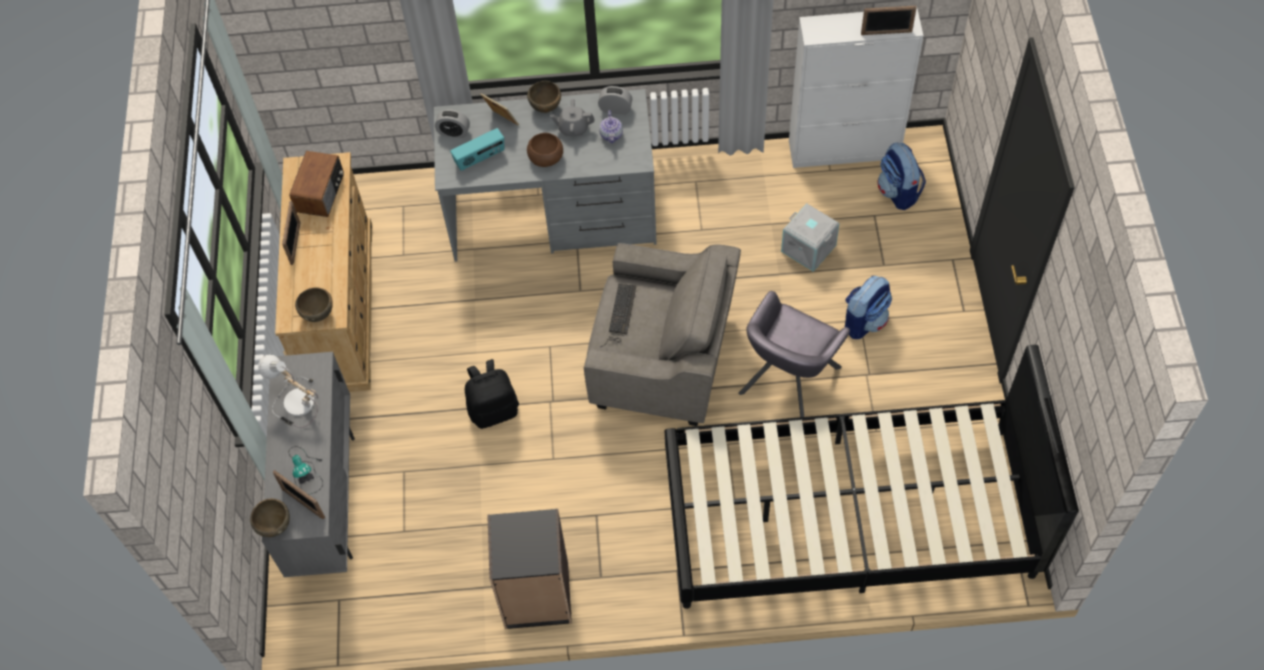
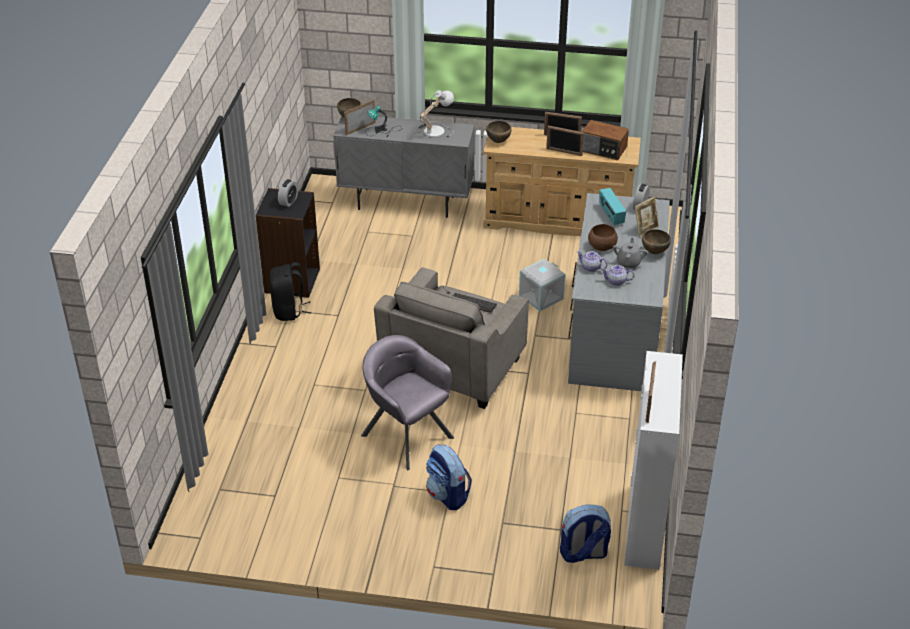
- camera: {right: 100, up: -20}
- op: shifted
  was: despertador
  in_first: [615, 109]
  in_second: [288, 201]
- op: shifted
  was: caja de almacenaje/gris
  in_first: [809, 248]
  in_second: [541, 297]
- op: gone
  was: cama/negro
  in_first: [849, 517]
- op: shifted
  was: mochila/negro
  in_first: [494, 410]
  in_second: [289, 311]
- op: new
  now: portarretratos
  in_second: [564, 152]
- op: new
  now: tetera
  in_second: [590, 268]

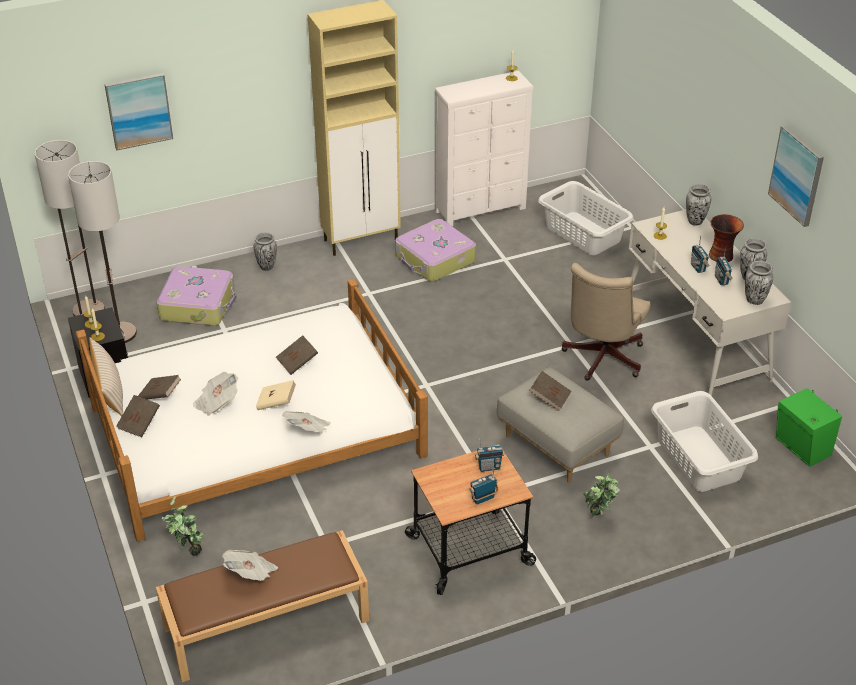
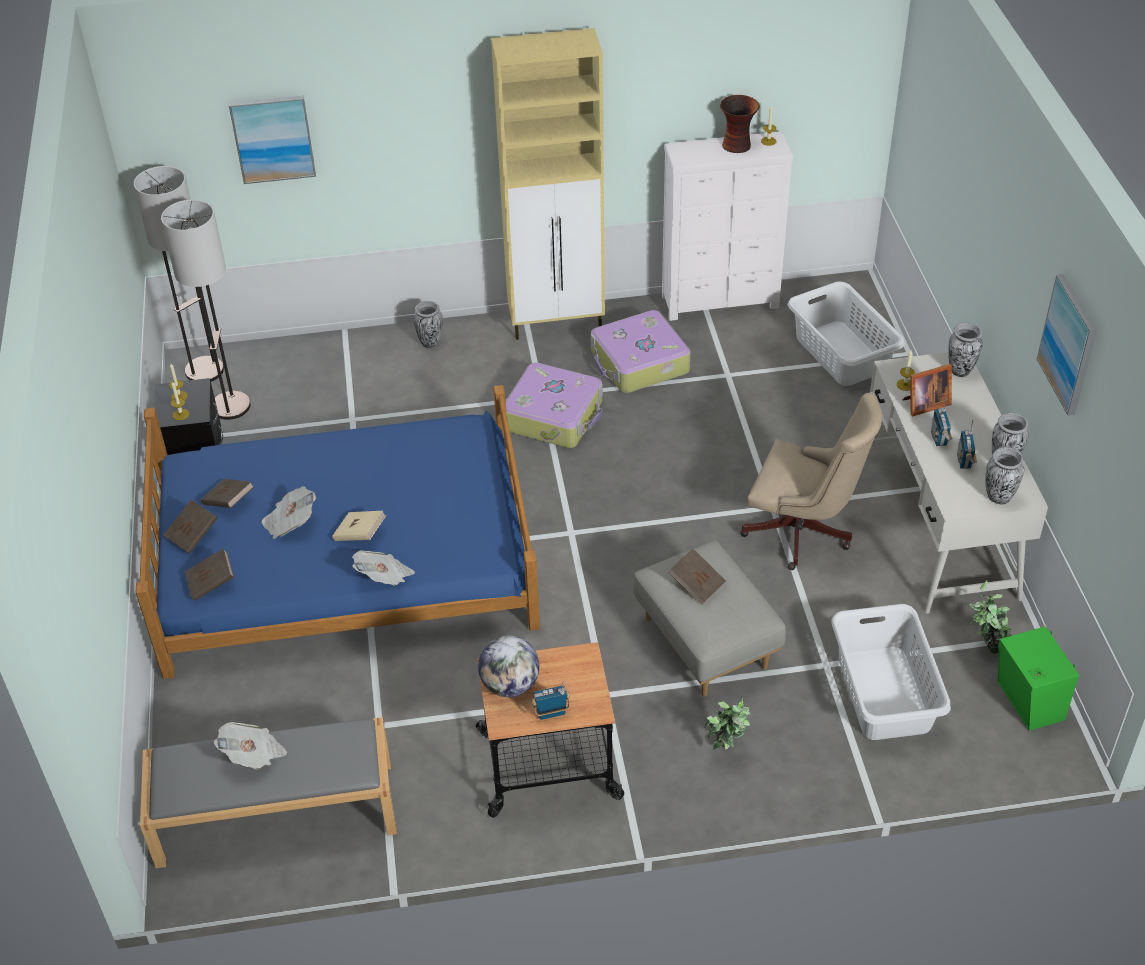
- camera: {right: 15, up: 5}
- op: shifted
  was: florero
  in_first: [721, 255]
  in_second: [737, 145]
- op: rotated
  was: silla de oficina/beis
  in_first: [601, 360]
  in_second: [803, 533]
  clockwise: -105
- op: shifted
  was: maleta
  in_first: [198, 305]
  in_second: [554, 416]
- op: repainted
  was: cama/blanco
  now: cama/azul
  in_first: [257, 430]
  in_second: [347, 559]
- op: shifted
  was: libro/marrón
  in_first: [297, 362]
  in_second: [211, 583]
- op: gone
  was: cojín/beis
  in_first: [109, 391]
- op: gone
  was: radio
  in_first: [489, 467]
- op: shifted
  was: planta en maceta
  in_first: [188, 552]
  in_second: [984, 647]
- op: repainted
  was: banco/marrón
  now: banco/gris
  in_first: [265, 624]
  in_second: [274, 814]
- op: new
  now: portarretratos
  in_second: [924, 404]
- op: new
  now: globo terráqueo
  in_second: [510, 685]

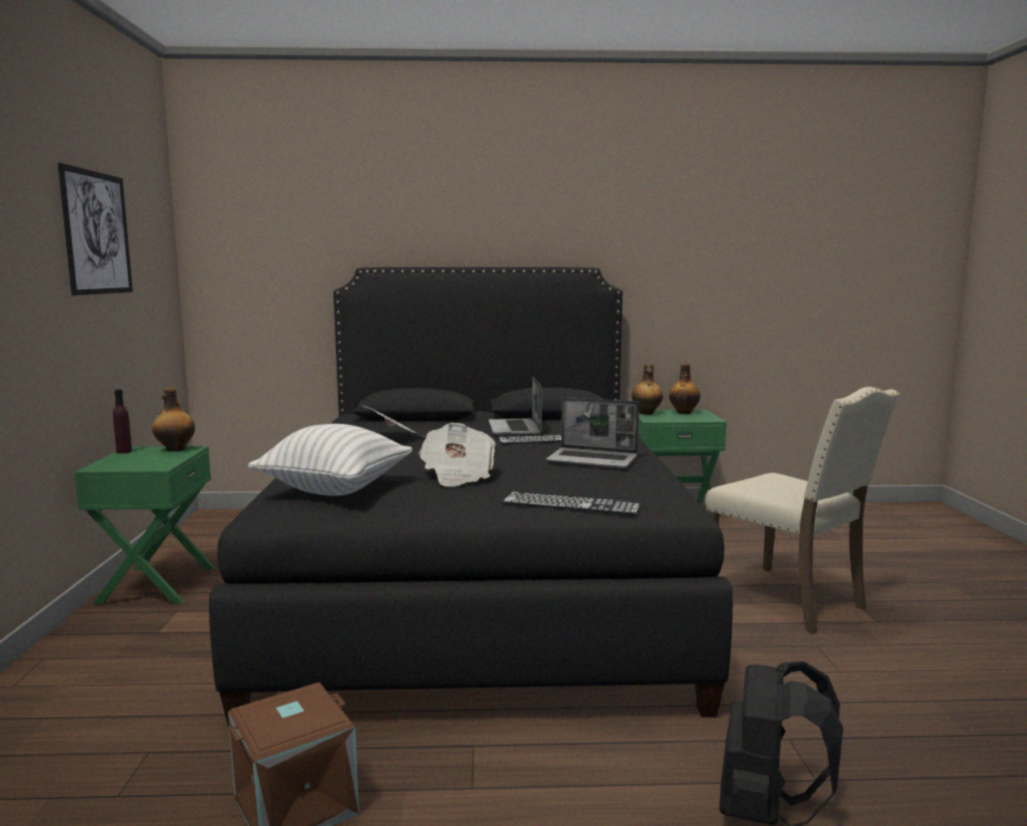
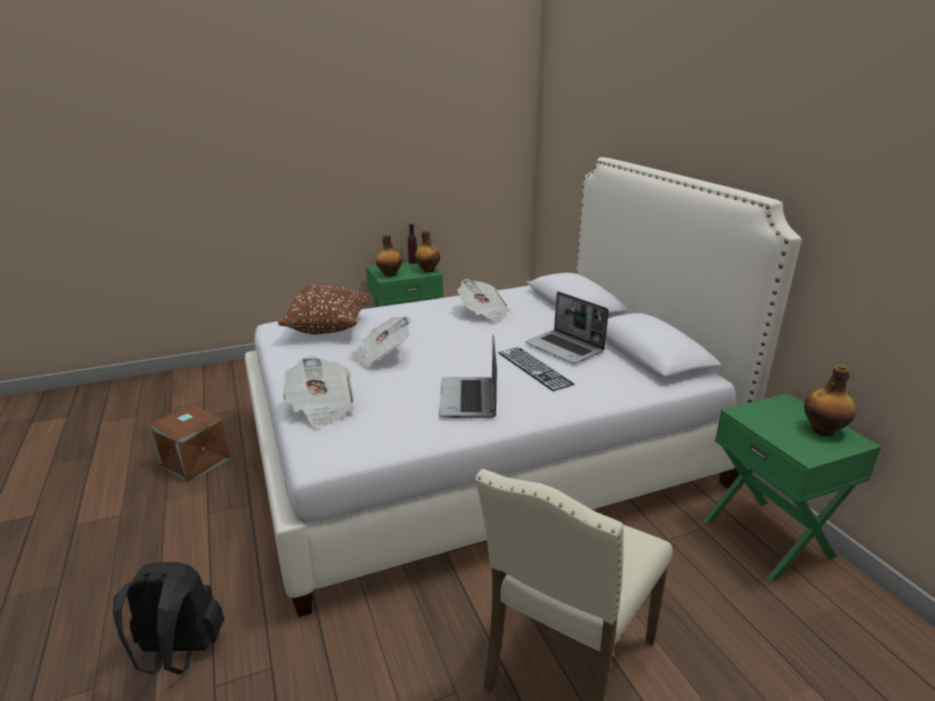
- camera: {right: 70, up: 15}
- op: gone
  was: cuadro
  in_first: [97, 233]
- op: repainted
  was: cama/negro
  now: cama/blanco
  in_first: [477, 582]
  in_second: [480, 449]
- op: shifted
  was: botella
  in_first: [646, 413]
  in_second: [389, 274]
- op: rotated
  was: portátil
  in_first: [515, 429]
  in_second: [565, 348]
  clockwise: -105
- op: repainted
  was: cojín/blanco
  now: cojín/marrón
  in_first: [335, 489]
  in_second: [328, 328]
- op: swapped
  was: teclado
  now: periódico
  in_first: [571, 504]
  in_second: [321, 408]

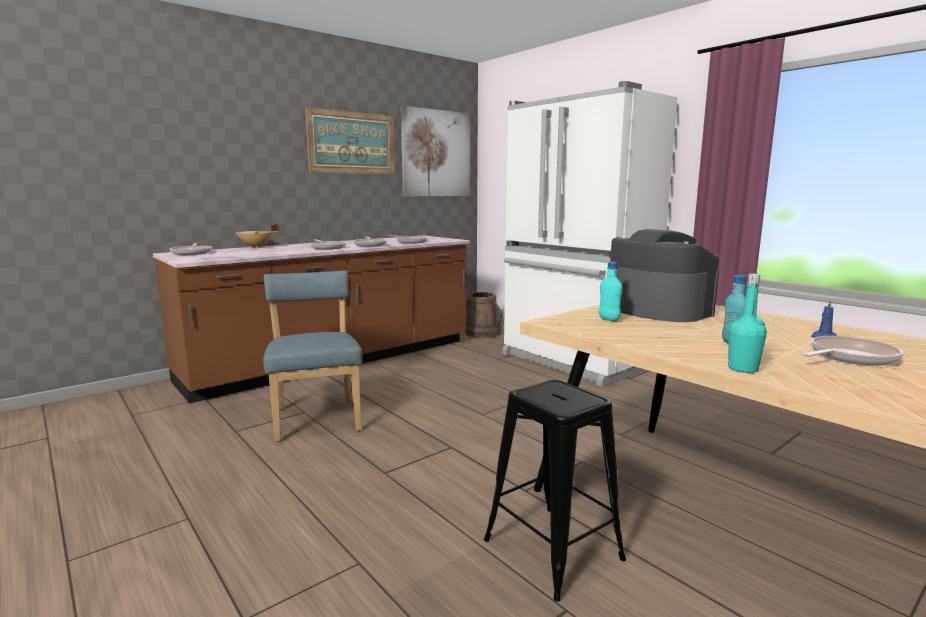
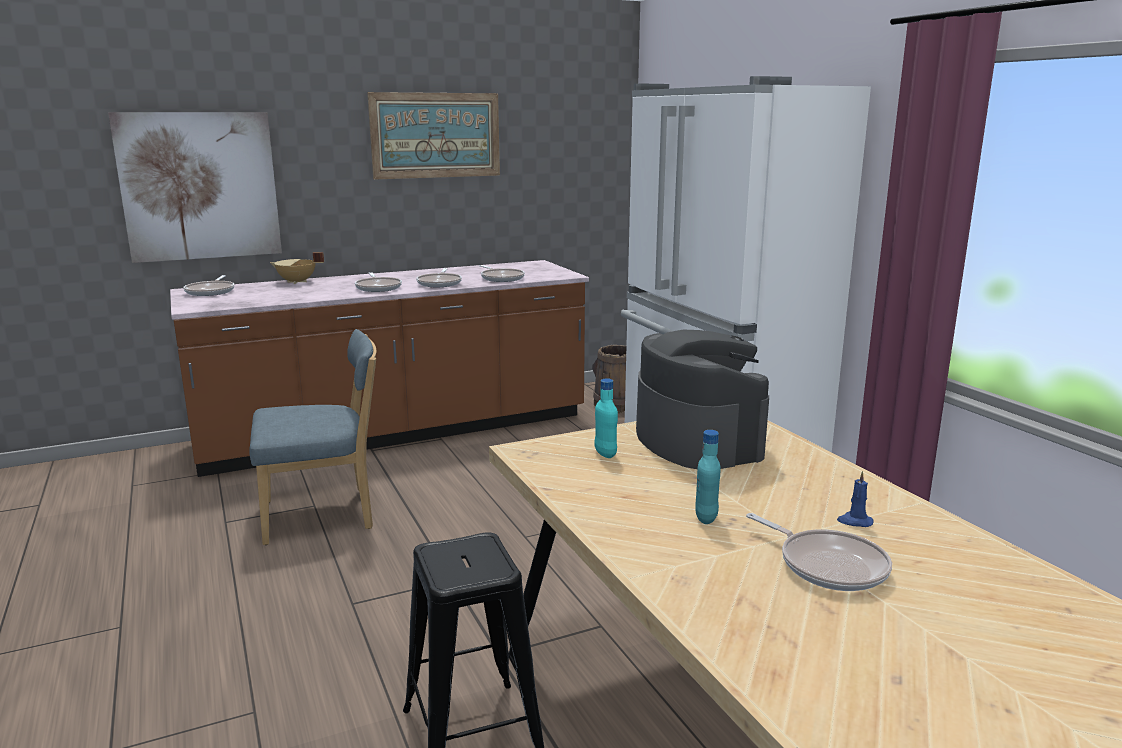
- camera: {right: 15, up: 5}
- op: shifted
  was: cuadro
  in_first: [436, 153]
  in_second: [200, 186]
- op: rotated
  was: silla/azul
  in_first: [317, 417]
  in_second: [324, 515]
  clockwise: 75
- op: gone
  was: botella/turquesa
  in_first: [742, 369]
- op: rotated
  was: sartén
  in_first: [849, 357]
  in_second: [827, 565]
  clockwise: 60

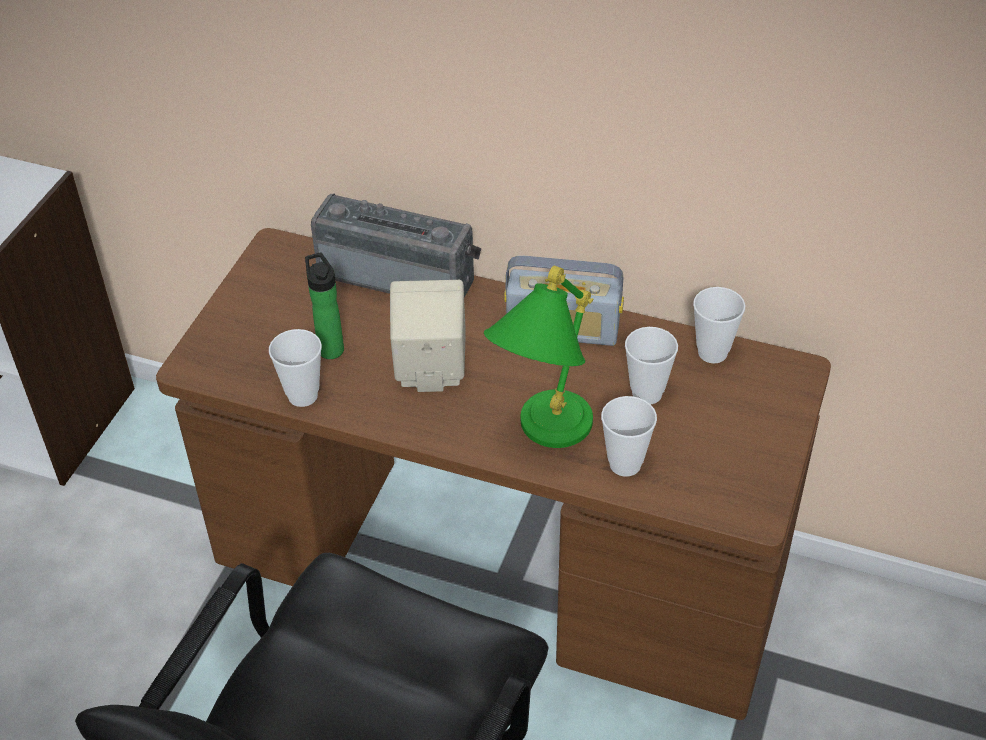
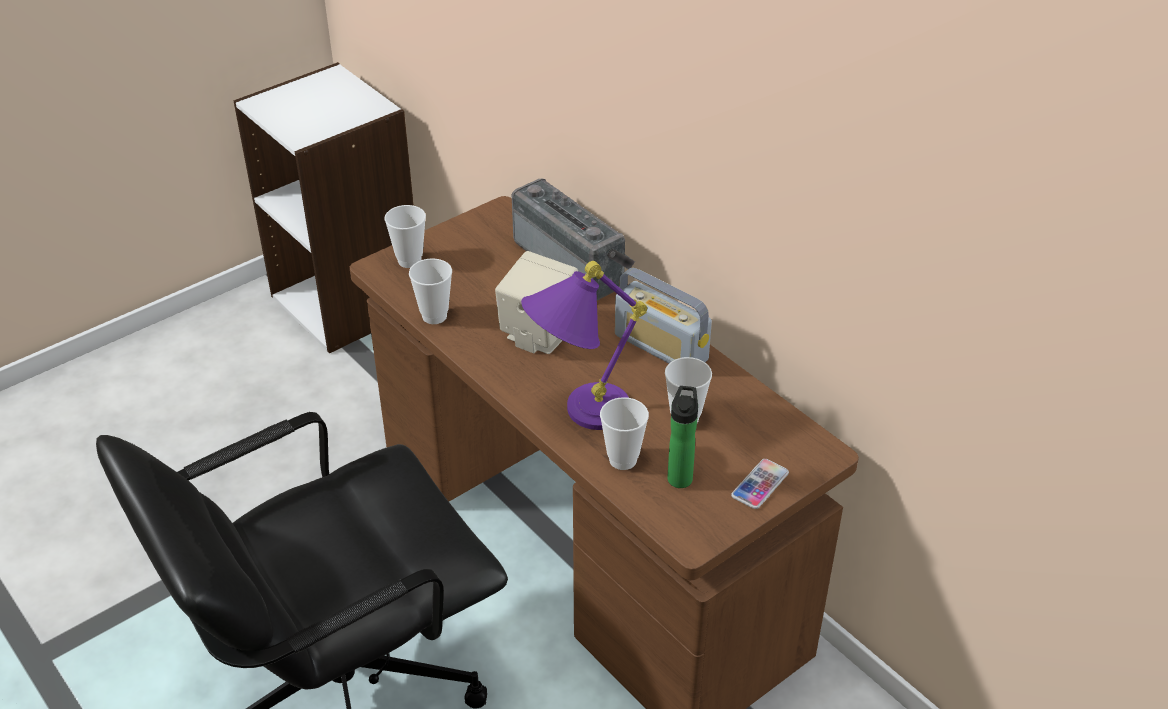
- camera: {right: 30, up: -5}
- op: shifted
  was: botella
  in_first: [329, 347]
  in_second: [680, 476]
- op: repainted
  was: lámpara de mesa/verde
  now: lámpara de mesa/morado
  in_first: [542, 438]
  in_second: [577, 415]
- op: shifted
  was: taza
  in_first: [712, 353]
  in_second: [409, 261]
- op: new
  now: móvil
  in_second: [760, 485]

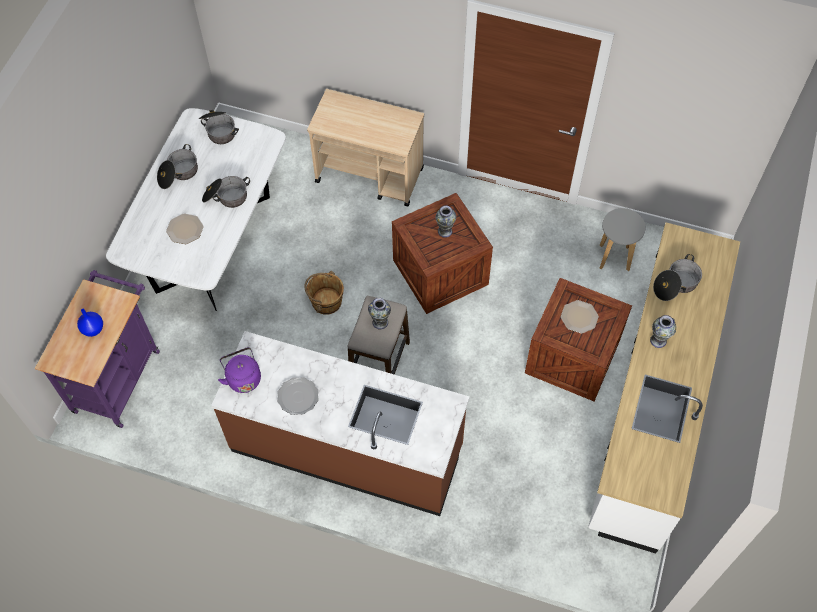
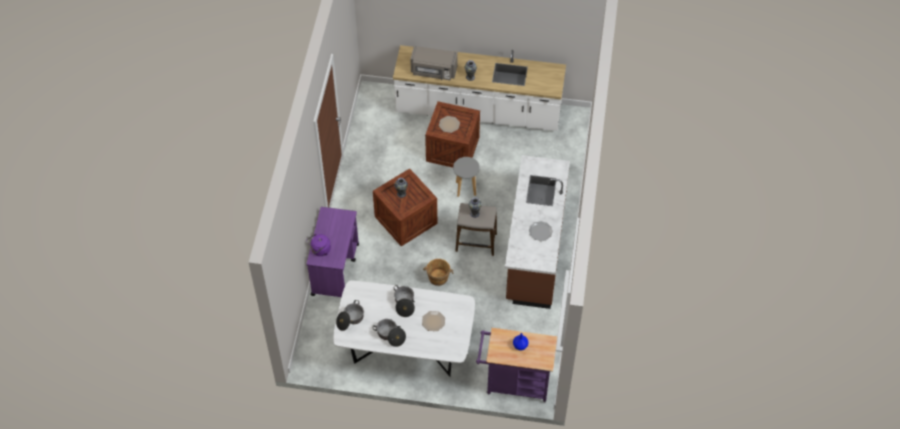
- camera: {right: -100, up: -5}
- op: repainted
  was: carrito/beis
  now: carrito/morado
  in_first: [370, 175]
  in_second: [335, 269]
- op: shifted
  was: taburete/gris
  in_first: [614, 257]
  in_second: [465, 188]
- op: swapped
  was: olla
  now: microondas/gris
  in_first: [675, 284]
  in_second: [433, 71]
- op: shifted
  was: hervidor/morado
  in_first: [243, 378]
  in_second: [320, 250]

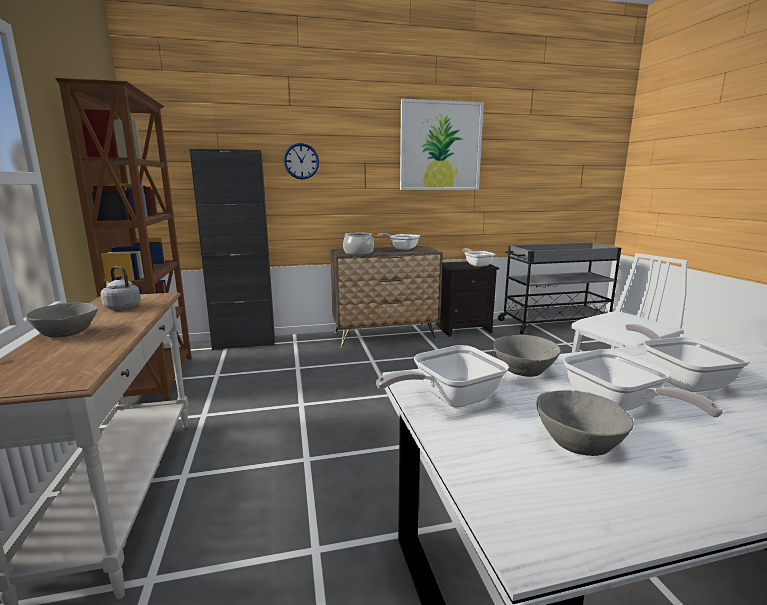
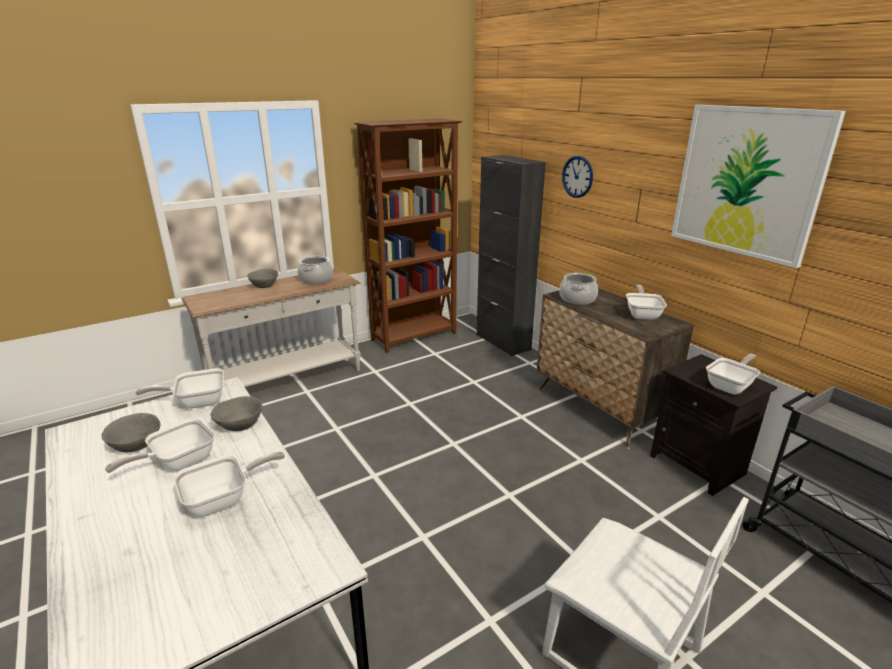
- camera: {right: 70, up: 10}
- op: swapped
  was: hervidor/gris
  now: olla
  in_first: [121, 307]
  in_second: [316, 280]
- op: rotated
  was: sartén
  in_first: [449, 398]
  in_second: [196, 402]
  clockwise: -60

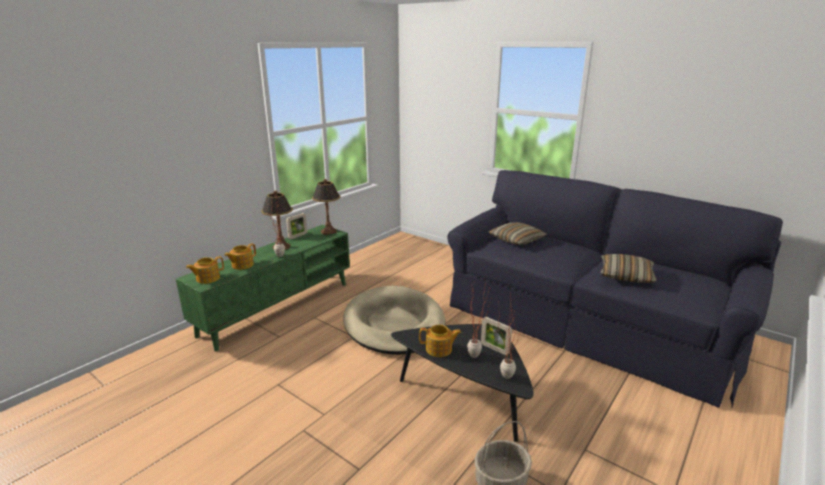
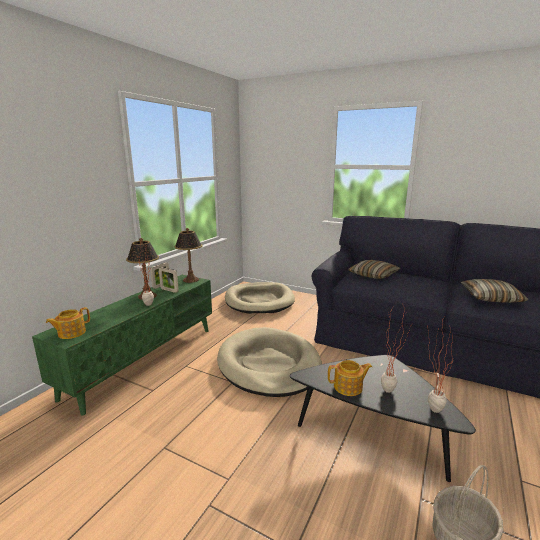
- camera: {right: -10, up: -5}
- op: gone
  was: tetera
  in_first: [242, 265]
- op: shifted
  was: portarretratos
  in_first: [494, 349]
  in_second: [169, 290]
- op: new
  now: cama para perro/beis
  in_second: [259, 301]

